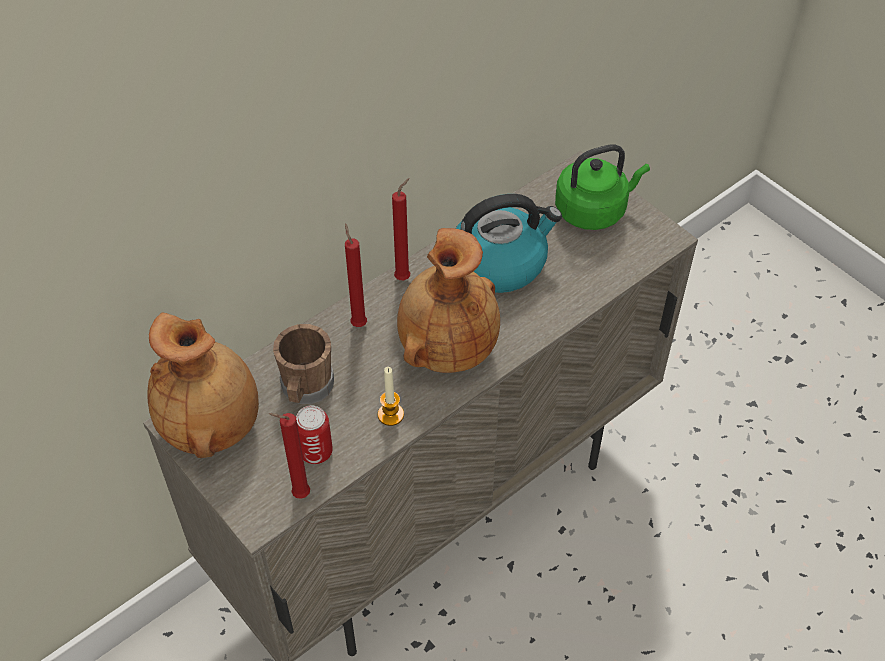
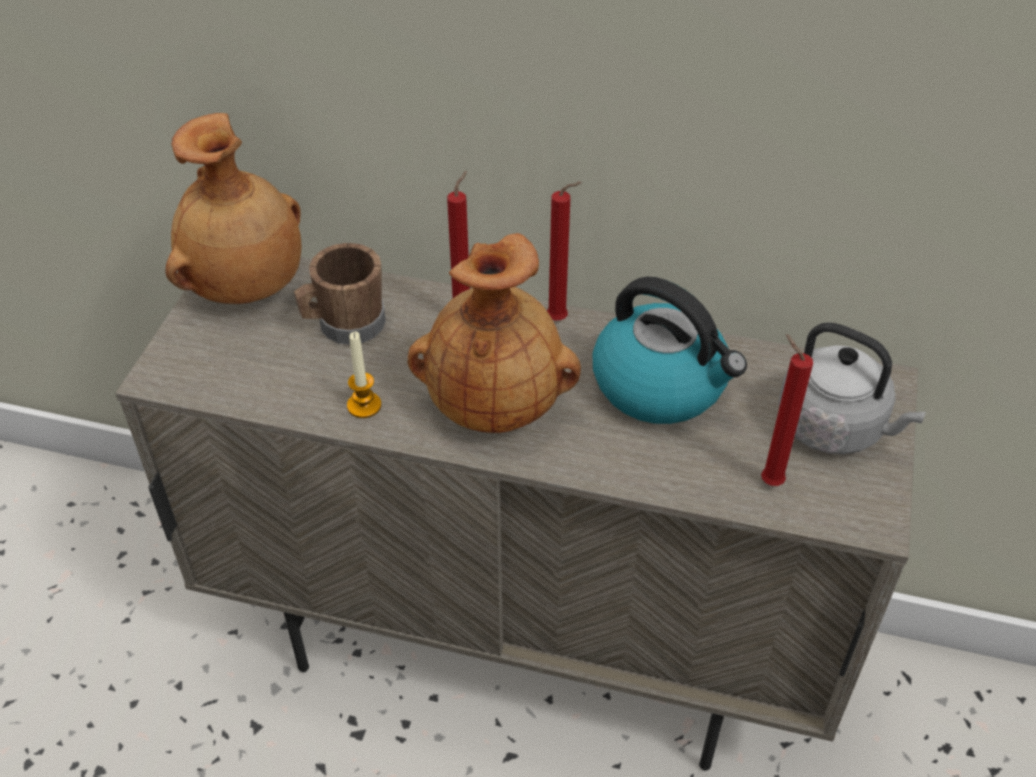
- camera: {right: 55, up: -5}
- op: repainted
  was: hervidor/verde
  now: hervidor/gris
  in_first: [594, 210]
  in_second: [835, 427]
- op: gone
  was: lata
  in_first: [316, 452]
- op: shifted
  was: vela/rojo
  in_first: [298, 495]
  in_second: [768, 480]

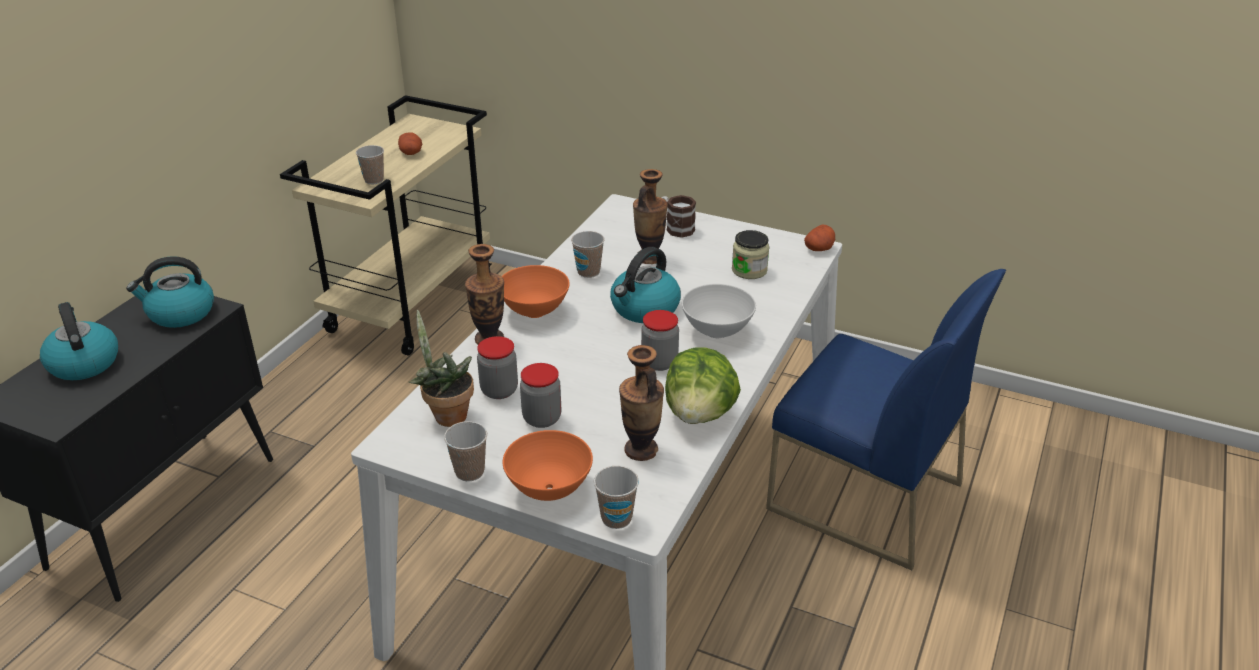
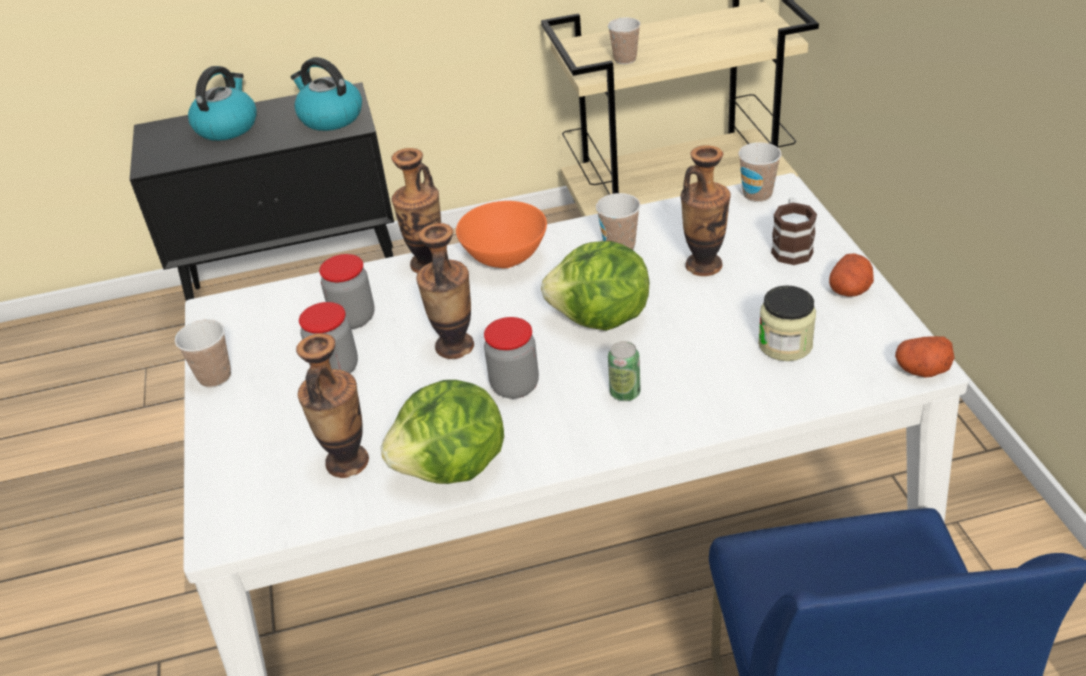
- camera: {right: 55, up: 5}
- op: shifted
  was: patata
  in_first: [411, 153]
  in_second: [850, 290]
- op: swapped
  was: hervidor
  now: lechuga
  in_first: [644, 309]
  in_second: [601, 319]
- op: swapped
  was: cuenco/blanco
  now: lata
  in_first: [718, 332]
  in_second: [625, 393]
- op: gone
  was: planta en maceta
  in_first: [446, 415]
- op: gone
  was: cuenco/naranja
  in_first: [549, 489]
- op: shifted
  was: taza
  in_first: [616, 518]
  in_second: [757, 194]
- op: new
  now: florero
  in_second: [454, 346]

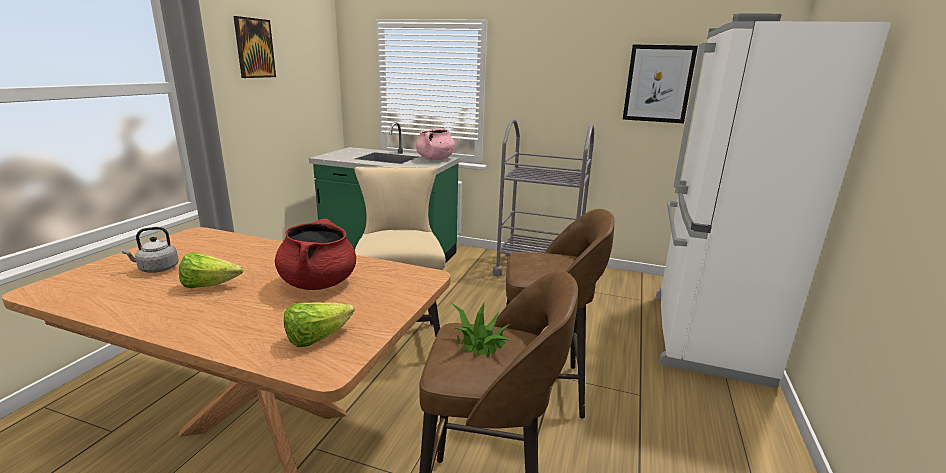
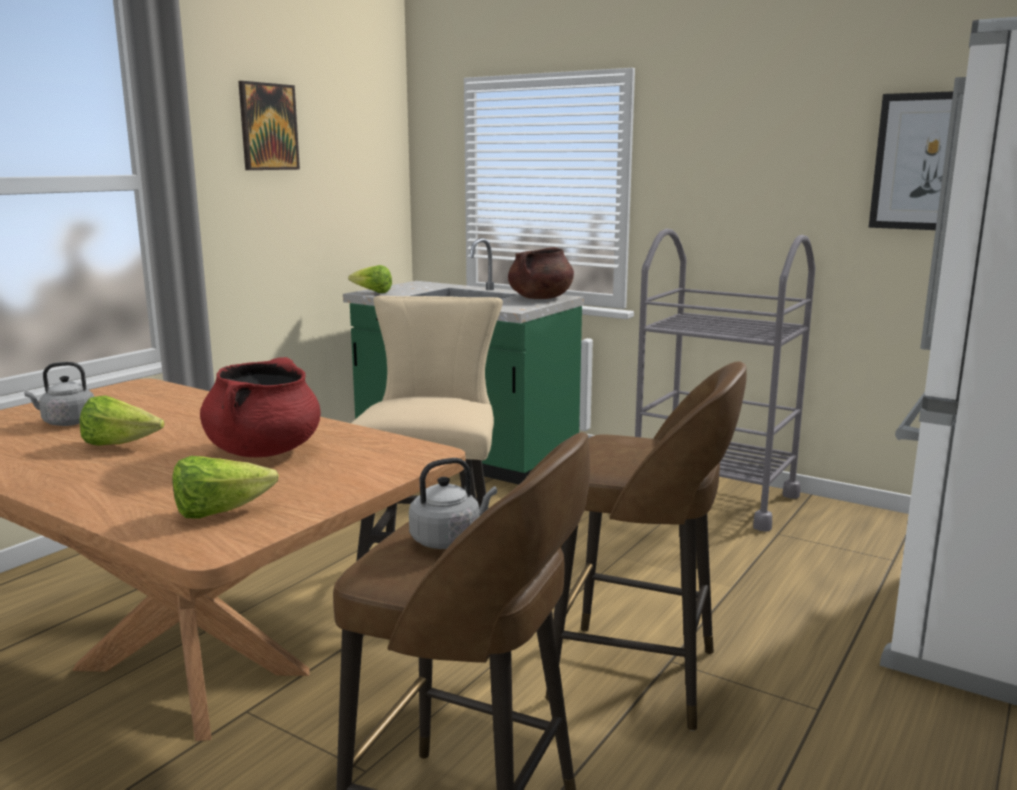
- camera: {right: 15, up: -5}
- op: repainted
  was: olla/rosa
  now: olla/marrón
  in_first: [435, 159]
  in_second: [540, 298]
- op: swapped
  was: planta en maceta
  now: hervidor/gris
  in_first: [479, 343]
  in_second: [449, 540]
- op: new
  now: lechuga
  in_second: [372, 292]

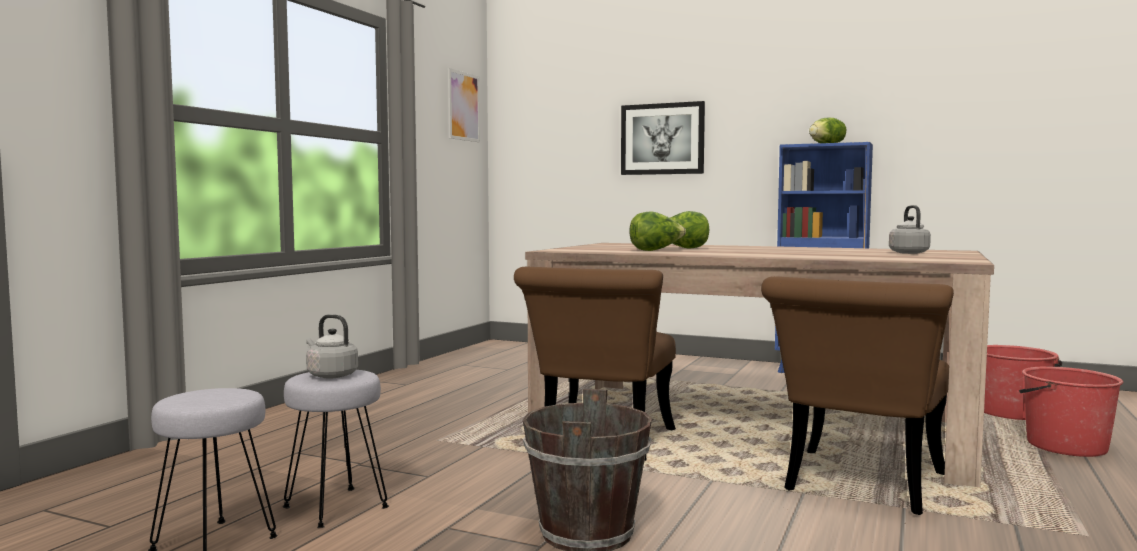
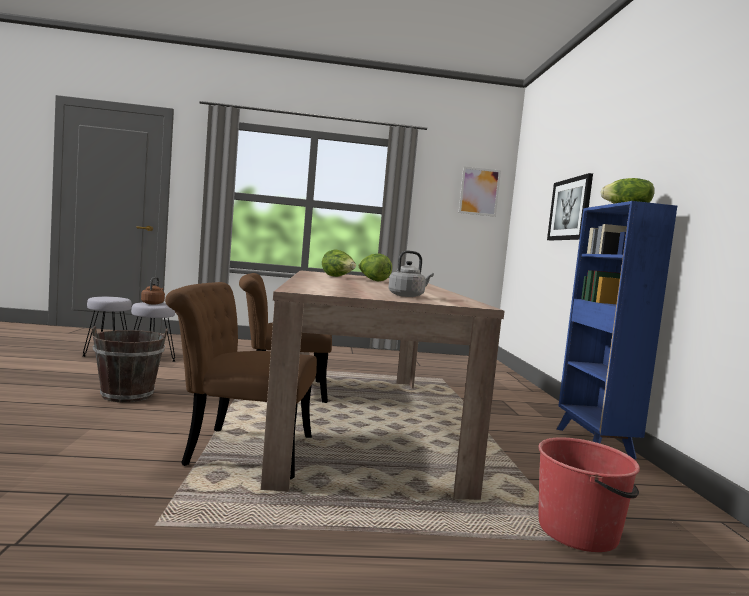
- camera: {right: 60, up: 0}
- op: repainted
  was: hervidor/gris
  now: hervidor/marrón
  in_first: [330, 375]
  in_second: [153, 303]
- op: gone
  was: cubo/rojo
  in_first: [1065, 446]

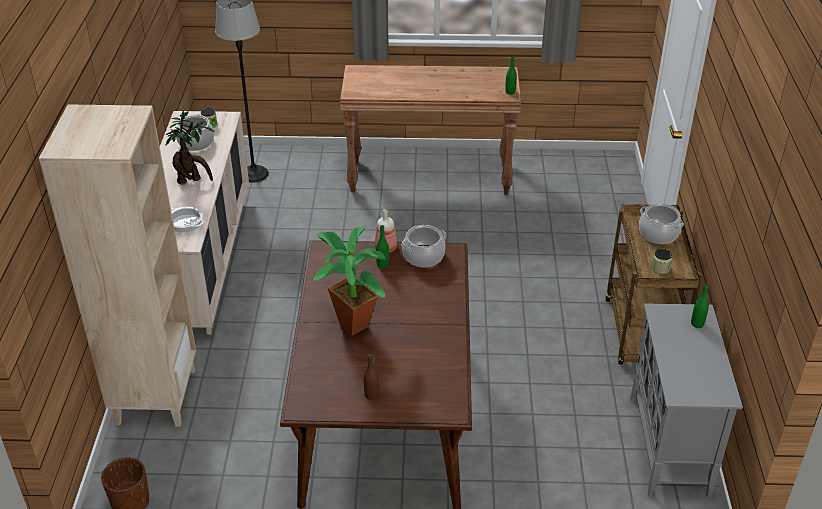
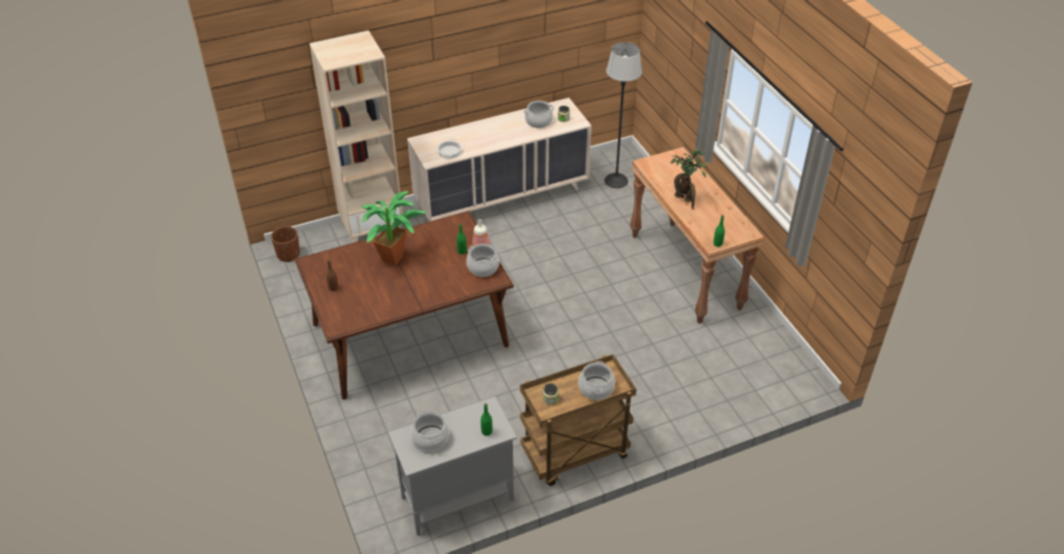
- camera: {right: 65, up: 5}
- op: shifted
  was: planta en maceta
  in_first: [192, 180]
  in_second: [684, 199]
- op: new
  now: olla
  in_second: [430, 438]

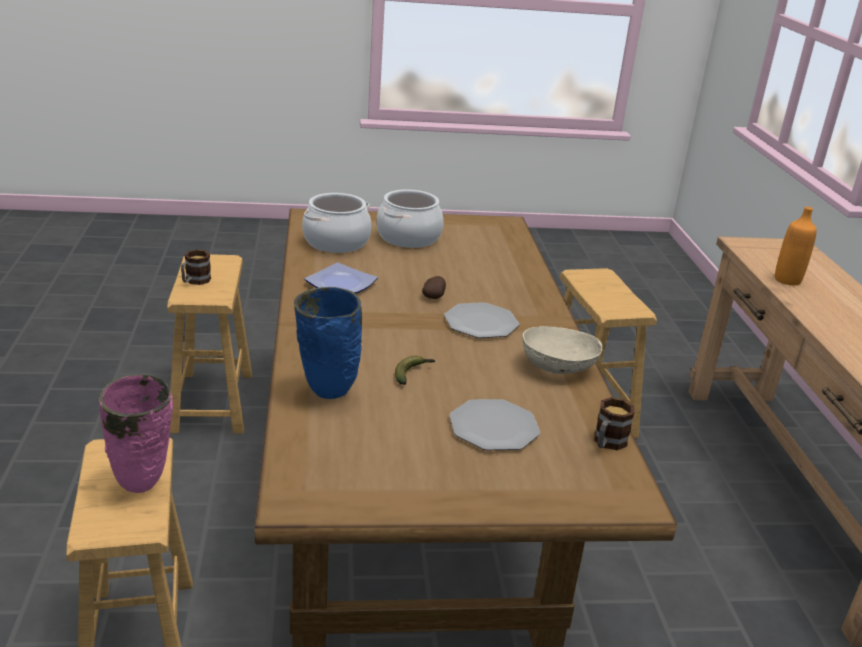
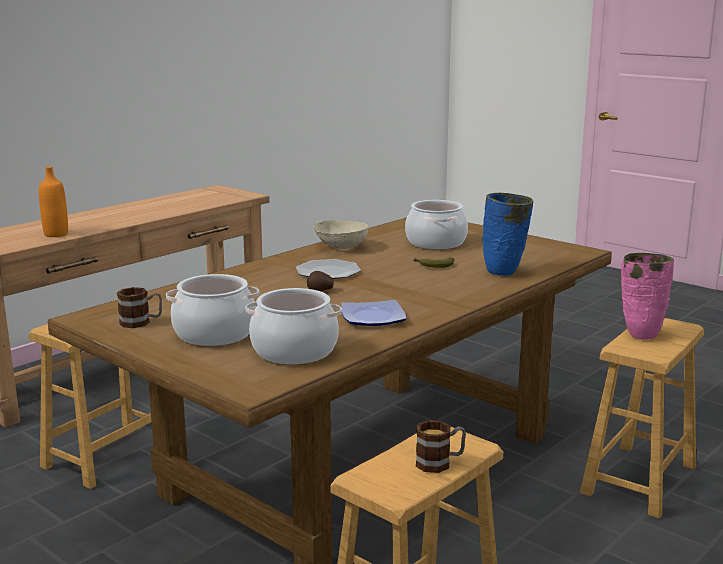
- camera: {right: -130, up: -10}
- op: shifted
  was: taza grande
  in_first: [607, 443]
  in_second: [141, 322]
- op: swapped
  was: plato
  now: olla
  in_first: [494, 427]
  in_second: [435, 243]

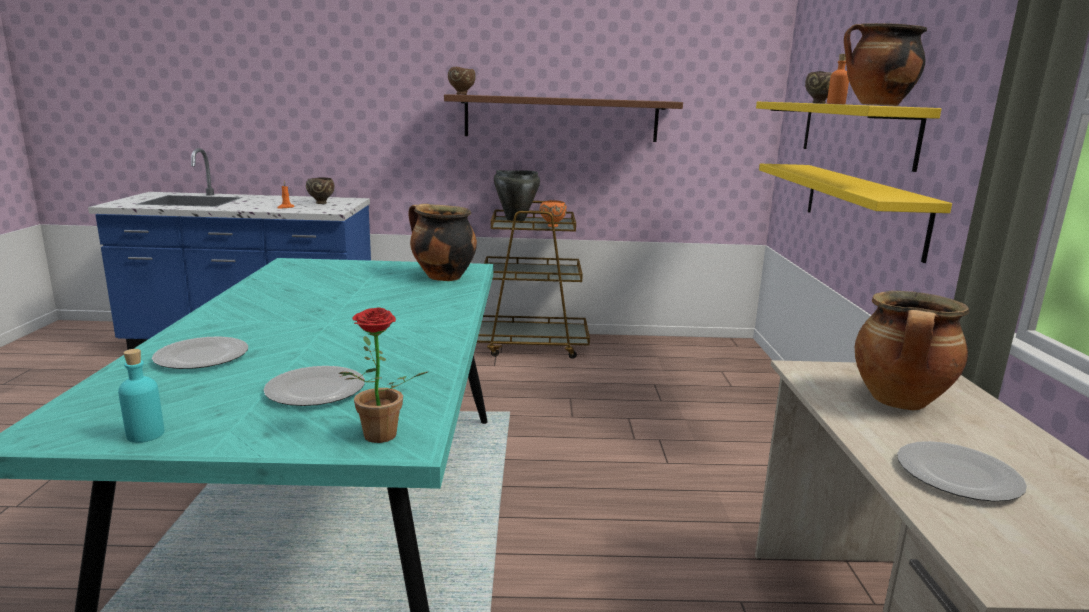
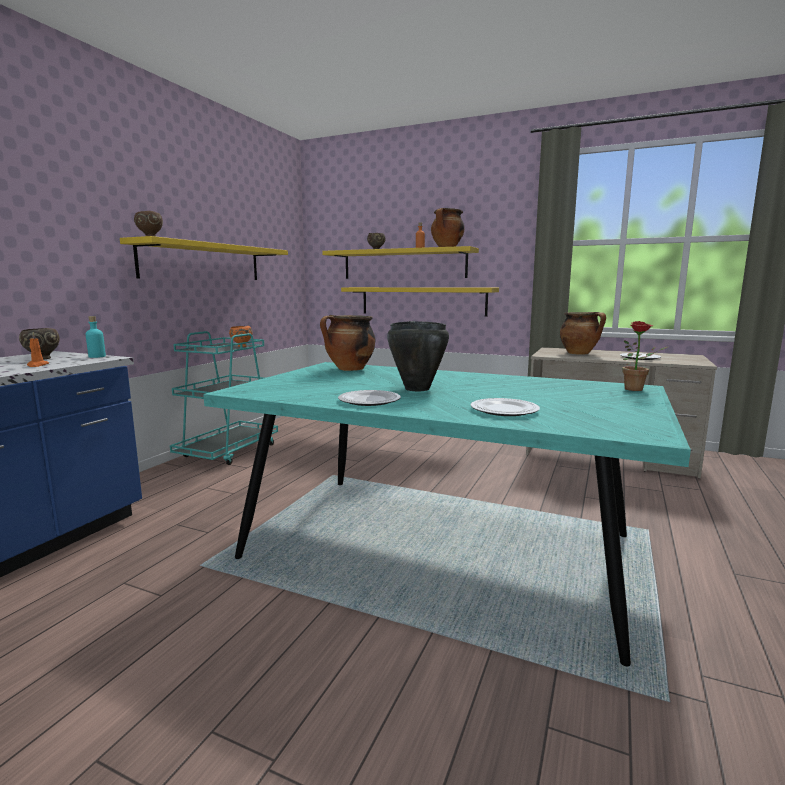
- camera: {right: -65, up: -5}
- op: repainted
  was: estante/marrón
  now: estante/amarillo
  in_first: [561, 118]
  in_second: [203, 262]
- op: shifted
  was: olla/negro
  in_first: [515, 220]
  in_second: [416, 389]
- op: repainted
  was: carrito/marrón
  now: carrito/turquesa
  in_first: [530, 345]
  in_second: [228, 451]
- op: shifted
  was: botella/turquesa
  in_first: [145, 434]
  in_second: [97, 356]
- op: shifted
  was: plato
  in_first: [315, 390]
  in_second: [370, 400]

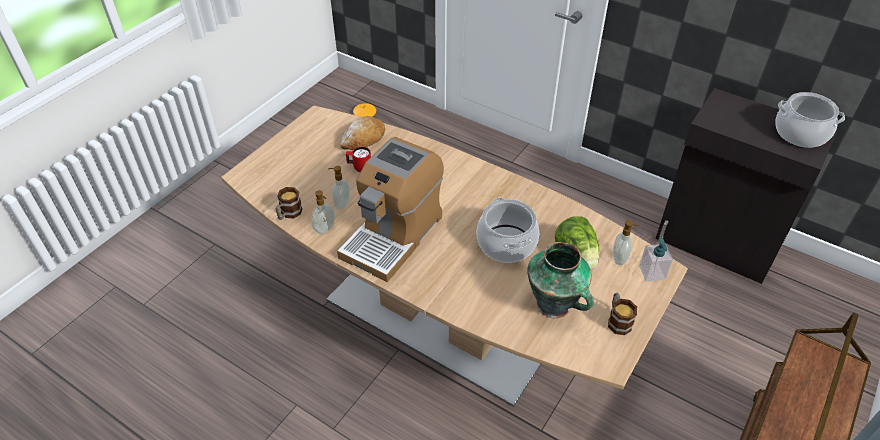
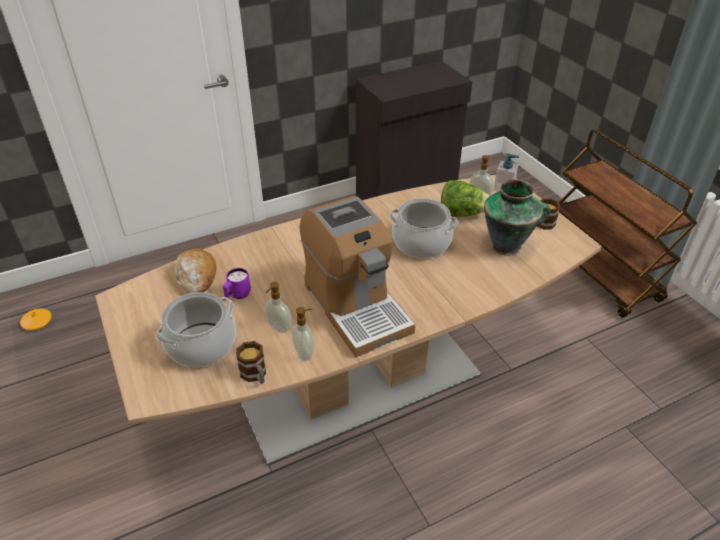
- camera: {right: -60, up: -5}
- op: shifted
  was: olla
  in_first: [800, 133]
  in_second: [201, 344]
- op: repainted
  was: taza grande/rojo
  now: taza grande/morado
  in_first: [359, 167]
  in_second: [237, 295]

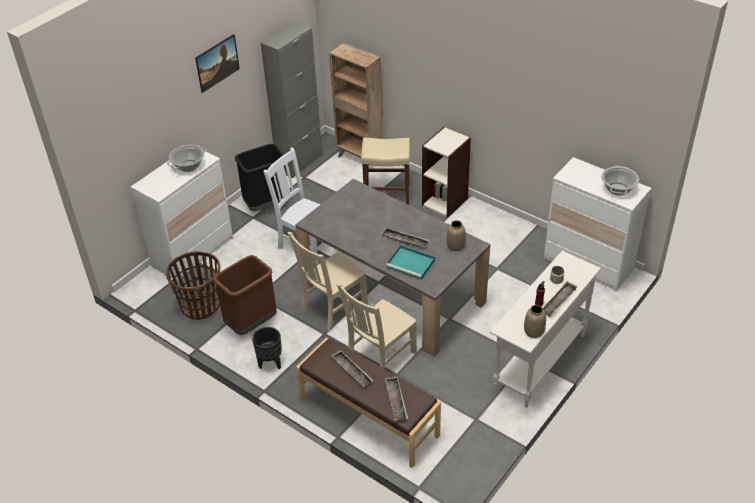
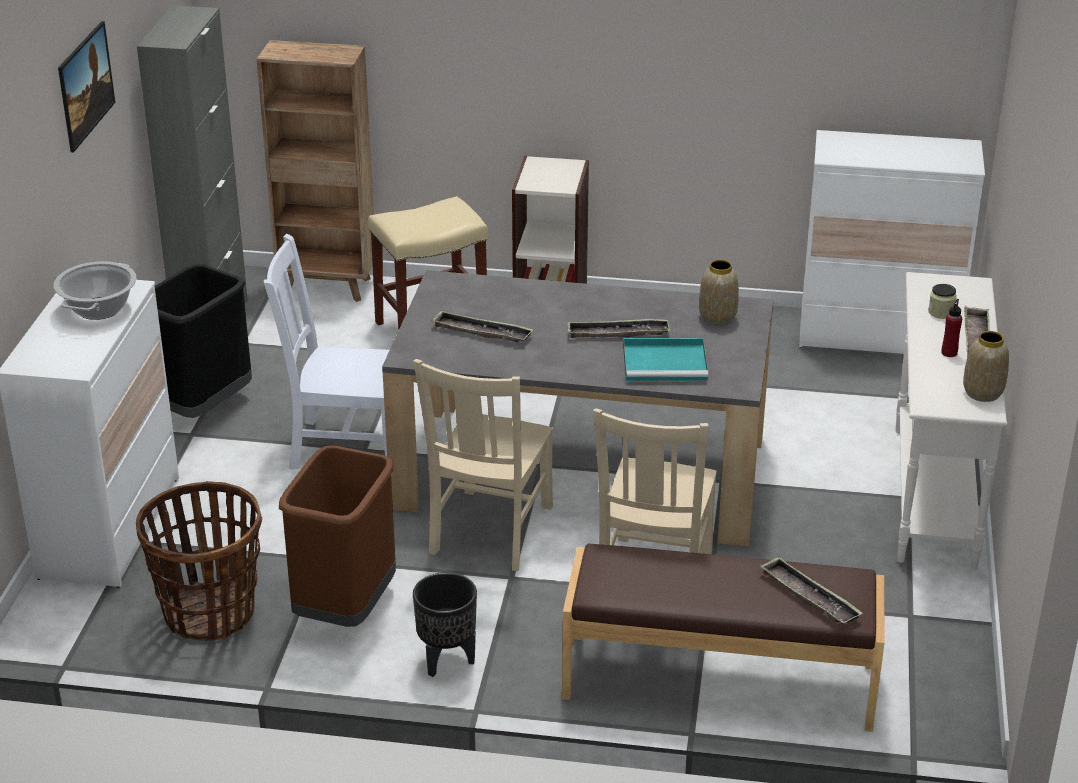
- camera: {right: -30, up: -10}
- op: gone
  was: olla
  in_first: [617, 189]
- op: shifted
  was: bandeja
  in_first: [351, 371]
  in_second: [482, 332]

